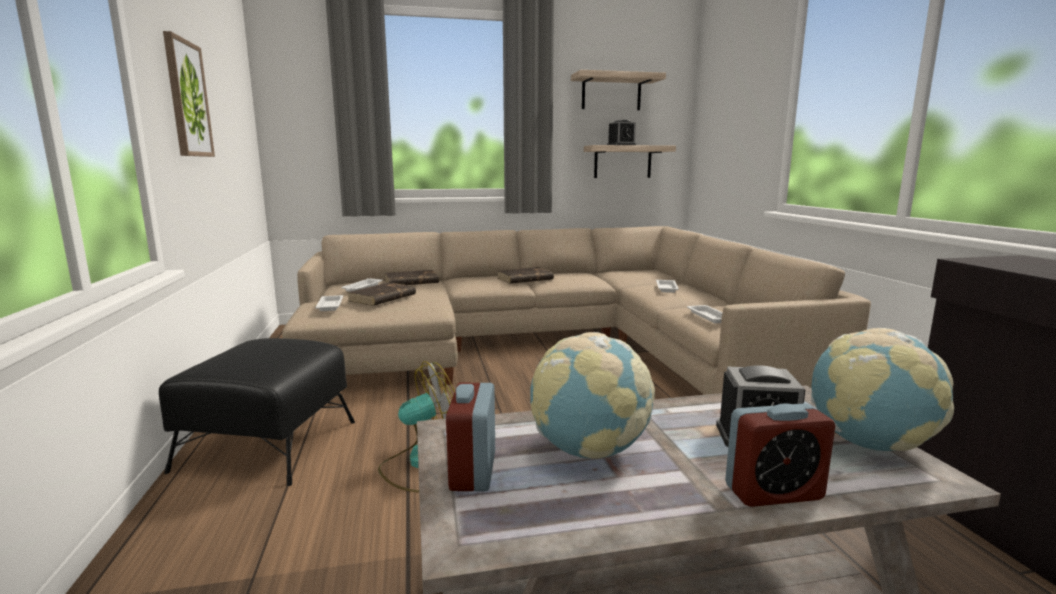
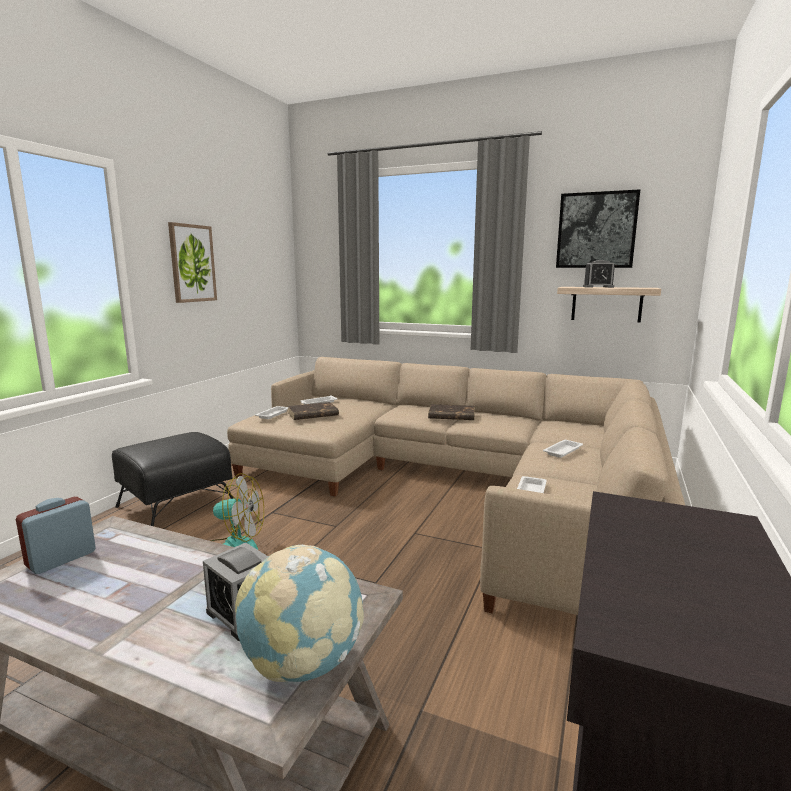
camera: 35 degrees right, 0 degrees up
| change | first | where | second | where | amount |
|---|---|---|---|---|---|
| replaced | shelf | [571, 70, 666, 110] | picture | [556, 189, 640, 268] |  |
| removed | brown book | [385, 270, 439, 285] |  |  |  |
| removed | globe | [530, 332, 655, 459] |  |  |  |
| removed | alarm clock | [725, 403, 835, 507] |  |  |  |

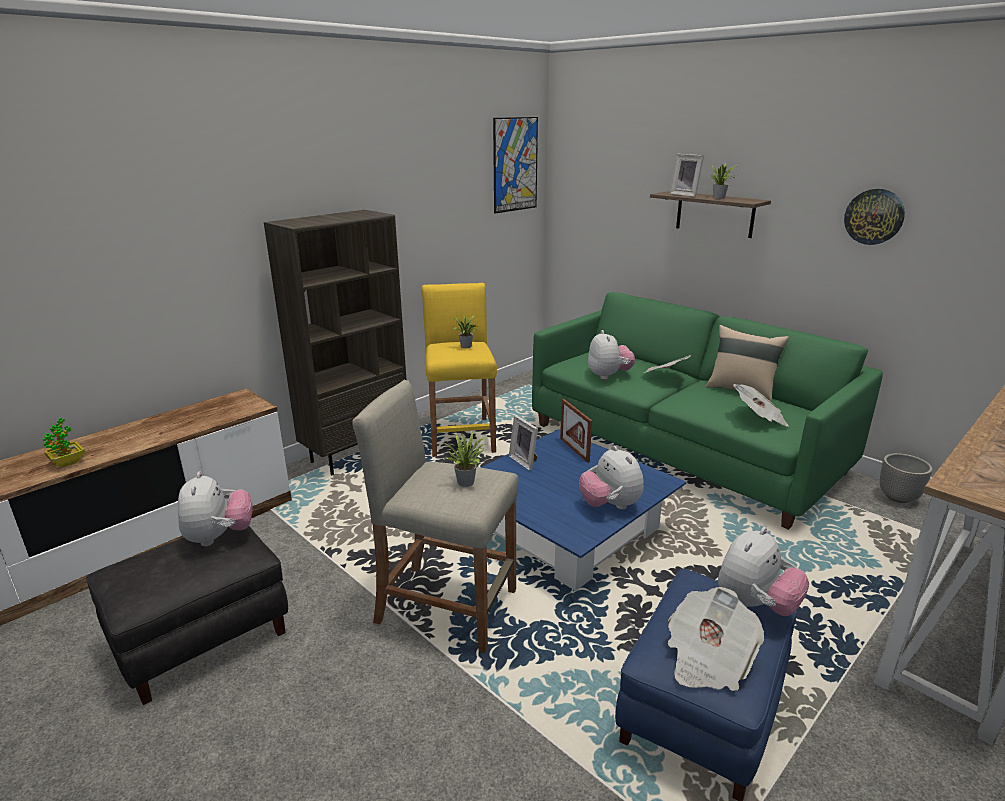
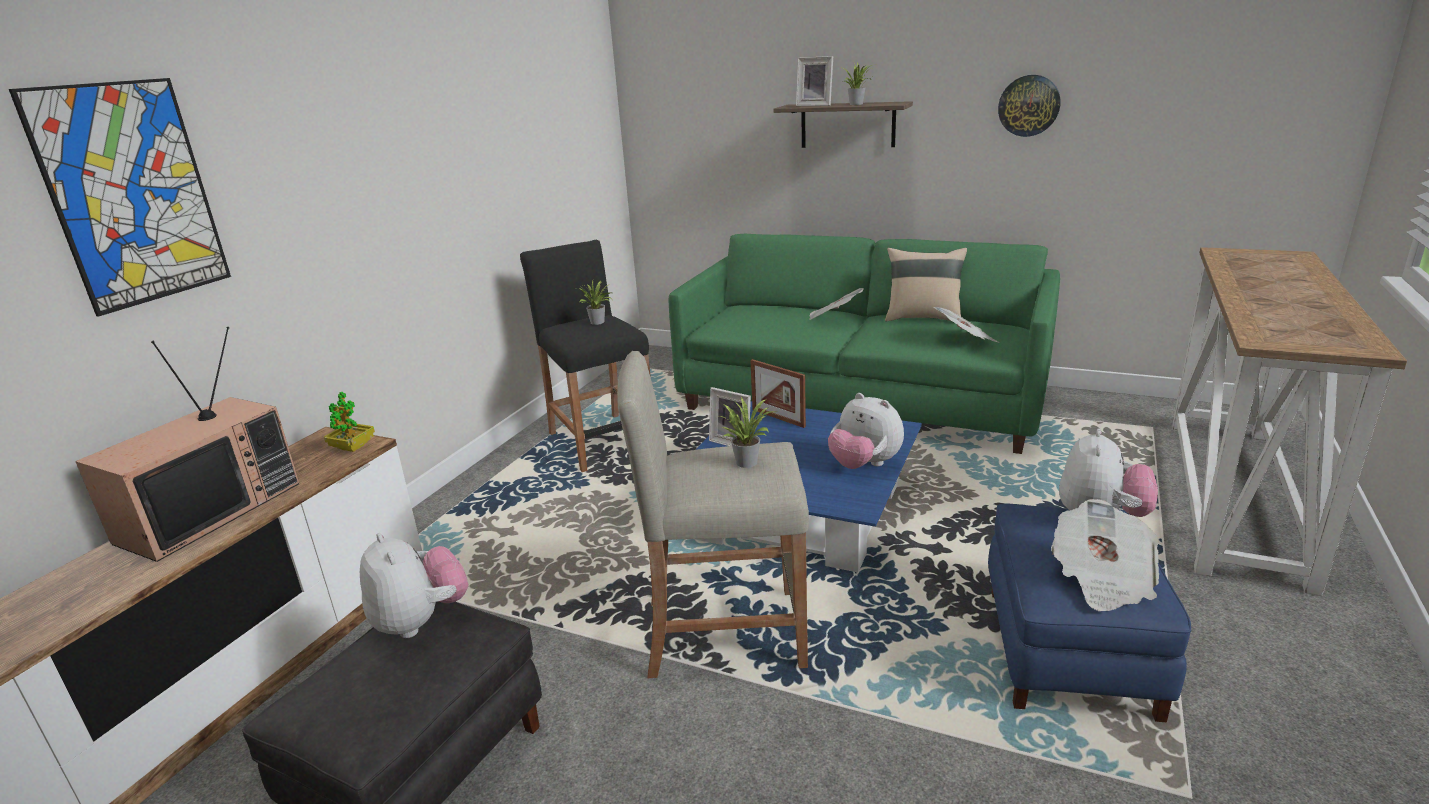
camera: 20 degrees left, 0 degrees up
| change | first | where | second | where | amount |
|---|---|---|---|---|---|
| moved | picture | [493, 117, 538, 214] |  | [9, 78, 231, 316] |  |
| added |  |  | television | [75, 327, 299, 562] |  |
| moved | potted plant | [43, 417, 85, 467] |  | [324, 392, 375, 452] |  |
| recoloured | yellow stool | [421, 283, 497, 457] | black stool | [520, 240, 651, 472] |  |
| removed | brown bookcase | [264, 210, 407, 475] |  |  |  |
| removed | plush toy | [588, 330, 635, 380] |  |  |  |
| removed | planter | [880, 453, 933, 503] |  |  |  |

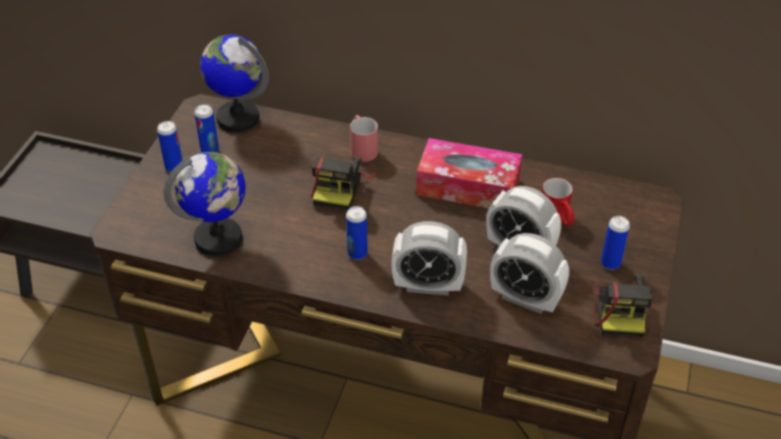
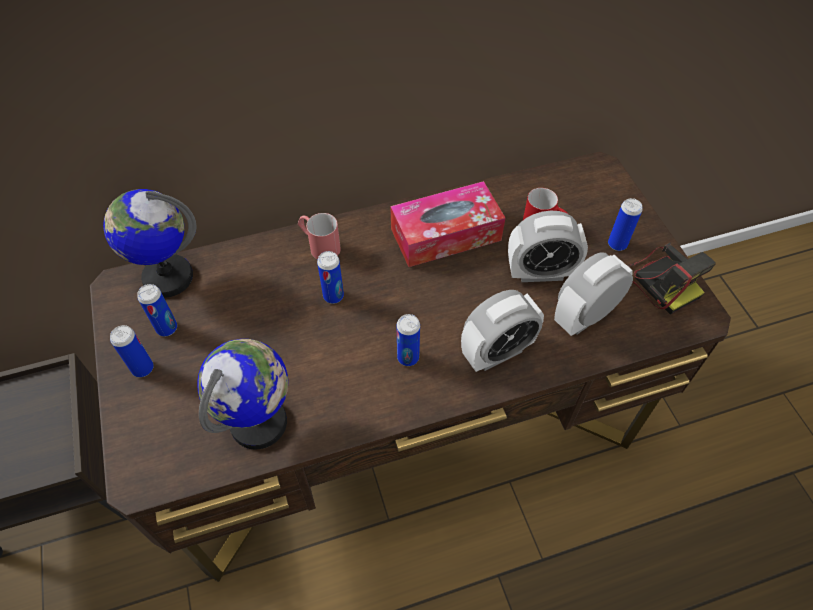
camera: 35 degrees left, 10 degrees up
| change | first | where | second | where | amount |
|---|---|---|---|---|---|
| replaced | photo camera | [311, 156, 376, 211] | can | [317, 251, 344, 304] |  |
| turned | alarm clock | [490, 233, 569, 314] |  | [554, 253, 633, 336] | 150 degrees clockwise |

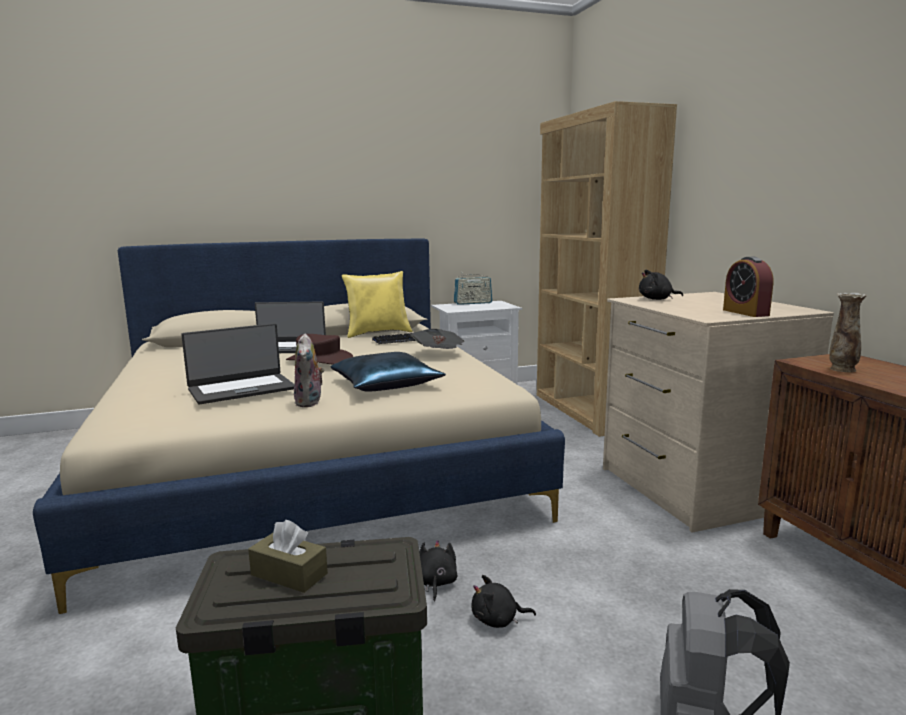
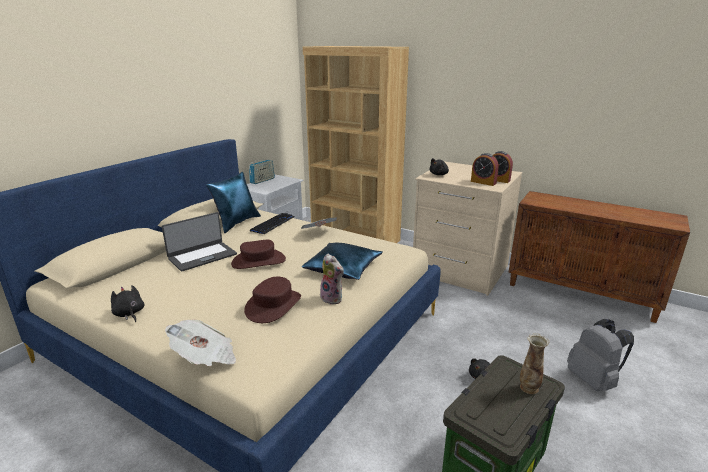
camera: 40 degrees left, 10 degrees up
| change | first | where | second | where | amount |
|---|---|---|---|---|---|
| moved | black plush toy | [419, 540, 457, 602] |  | [111, 285, 144, 322] |  |
| added |  |  | newspaper | [165, 320, 236, 366] |  |
| recoloured | yellow pillow | [342, 271, 412, 338] | blue pillow | [206, 172, 261, 233] |  |
| replaced | laptop | [181, 323, 294, 404] | brown hat | [244, 277, 301, 323] |  |
| added |  |  | alarm clock | [471, 153, 499, 186] |  |
| moved | vase | [829, 293, 867, 372] |  | [520, 333, 549, 394] |  |
| removed | brown tissue box | [248, 520, 328, 593] |  |  |  |

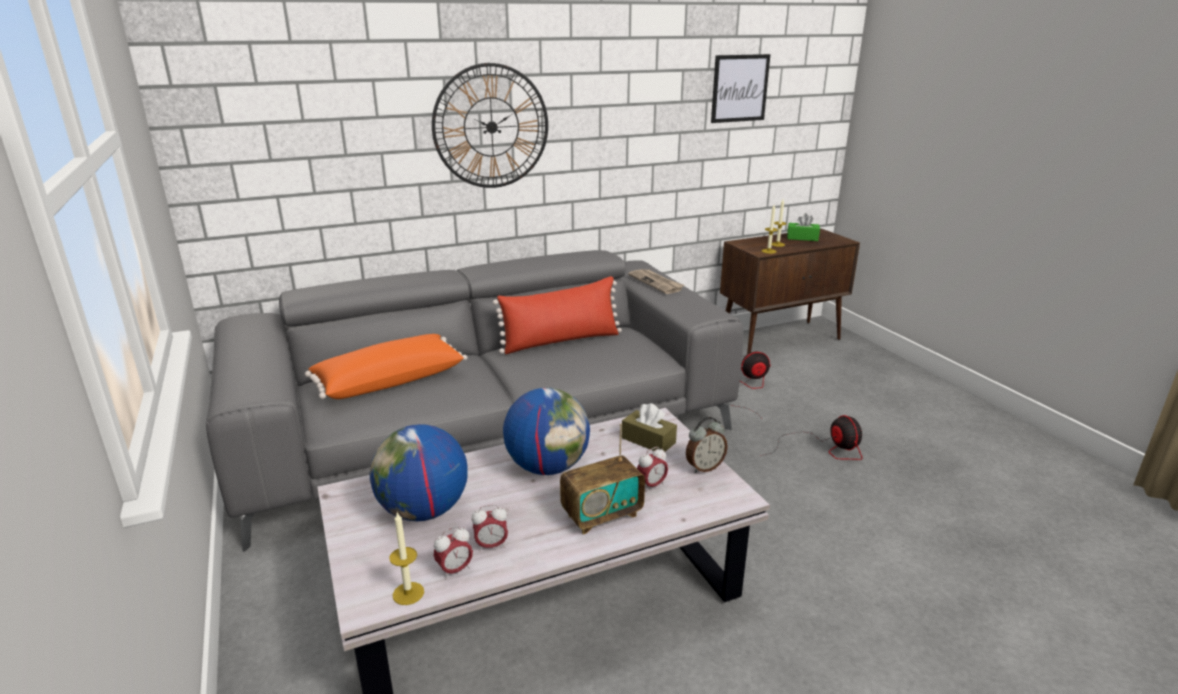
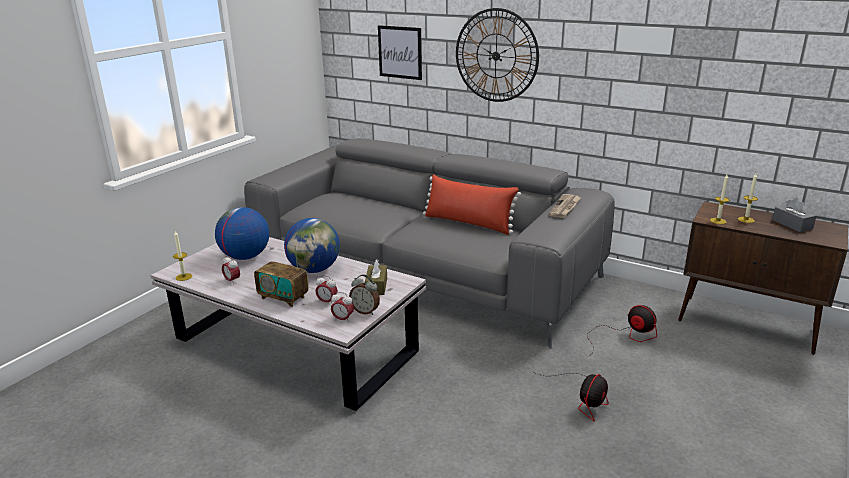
camera: 55 degrees right, 0 degrees up
| change | first | where | second | where | amount |
|---|---|---|---|---|---|
| moved | alarm clock | [434, 526, 473, 579] |  | [331, 292, 354, 323] |  |
| moved | picture | [711, 54, 771, 123] |  | [378, 25, 422, 80] |  |
| recoloured | green tissue box | [787, 213, 820, 241] | grey tissue box | [772, 198, 816, 232] |  |
| removed | orange pillow | [305, 334, 467, 399] |  |  |  |

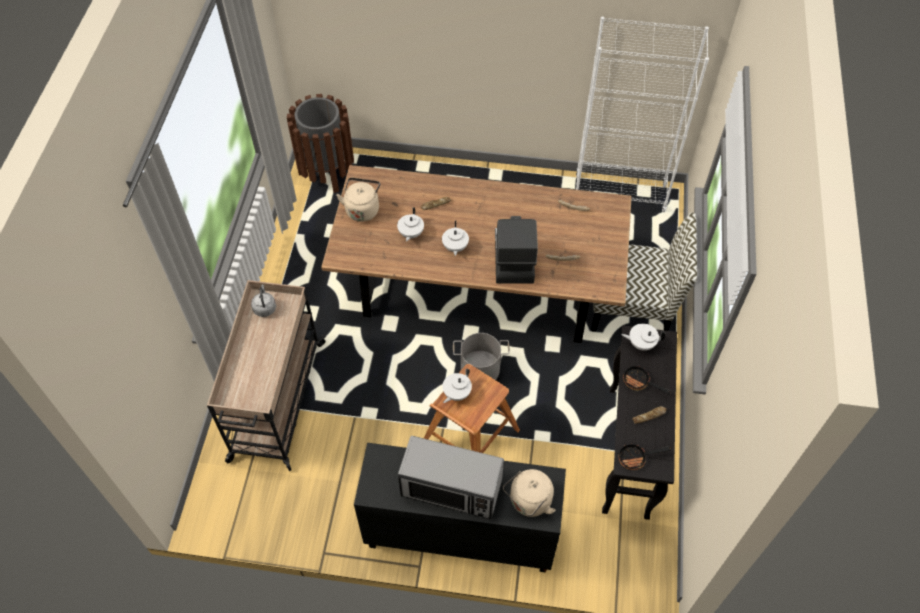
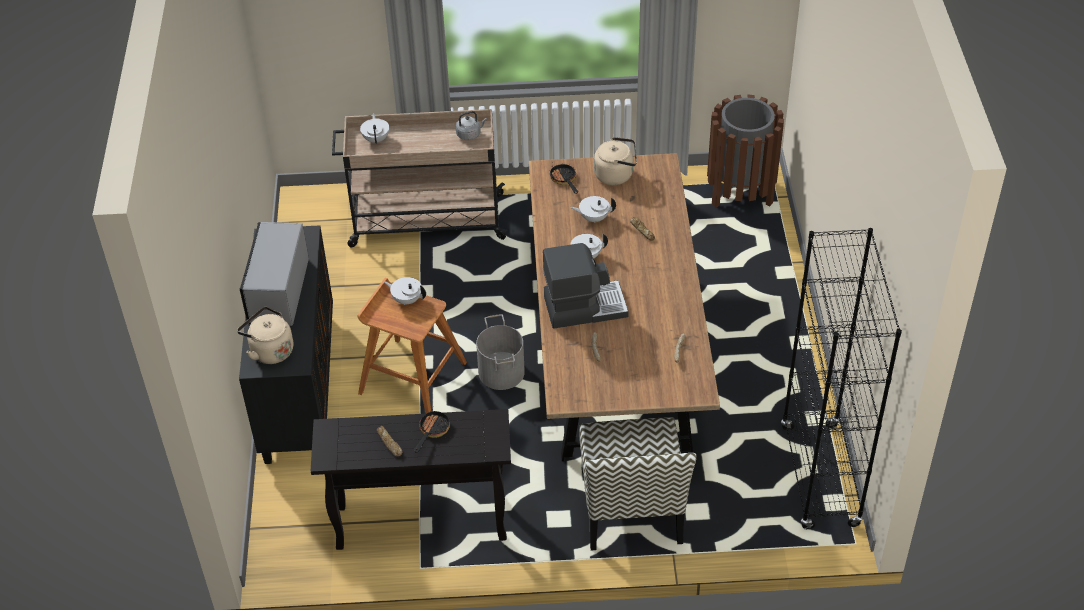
camera: 80 degrees right, 10 degrees down
| change | first | where | second | where | amount |
|---|---|---|---|---|---|
| moved | white teapot | [621, 323, 665, 351] |  | [360, 113, 389, 144] |  |
| moved | frying pan | [619, 443, 672, 470] |  | [550, 164, 578, 194] |  |
| recoloured | white bookcase | [576, 17, 709, 212] | black bookcase | [781, 228, 902, 529] |  |

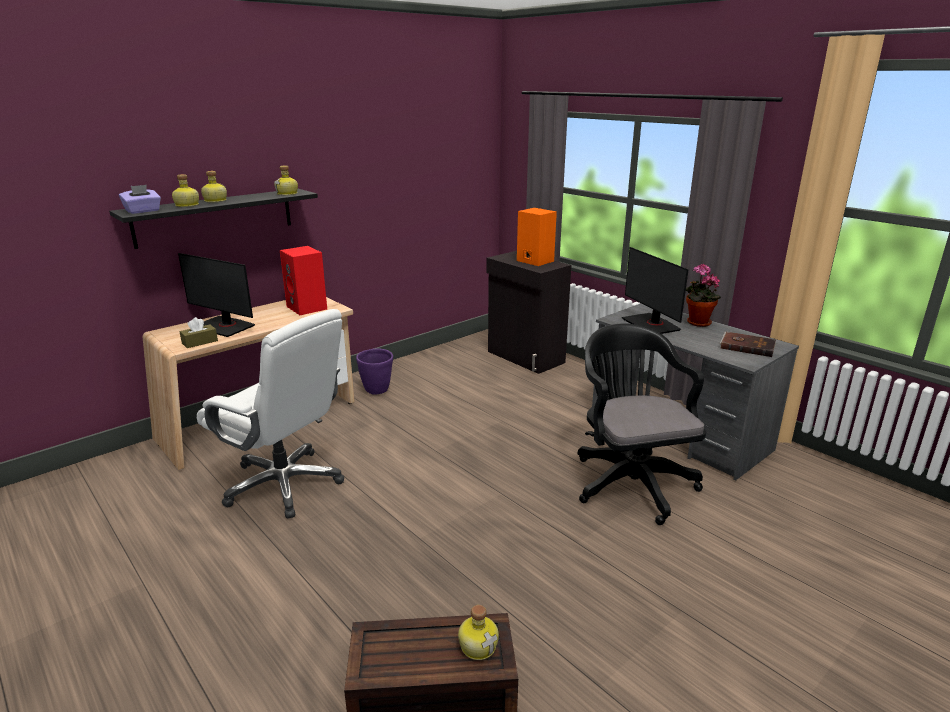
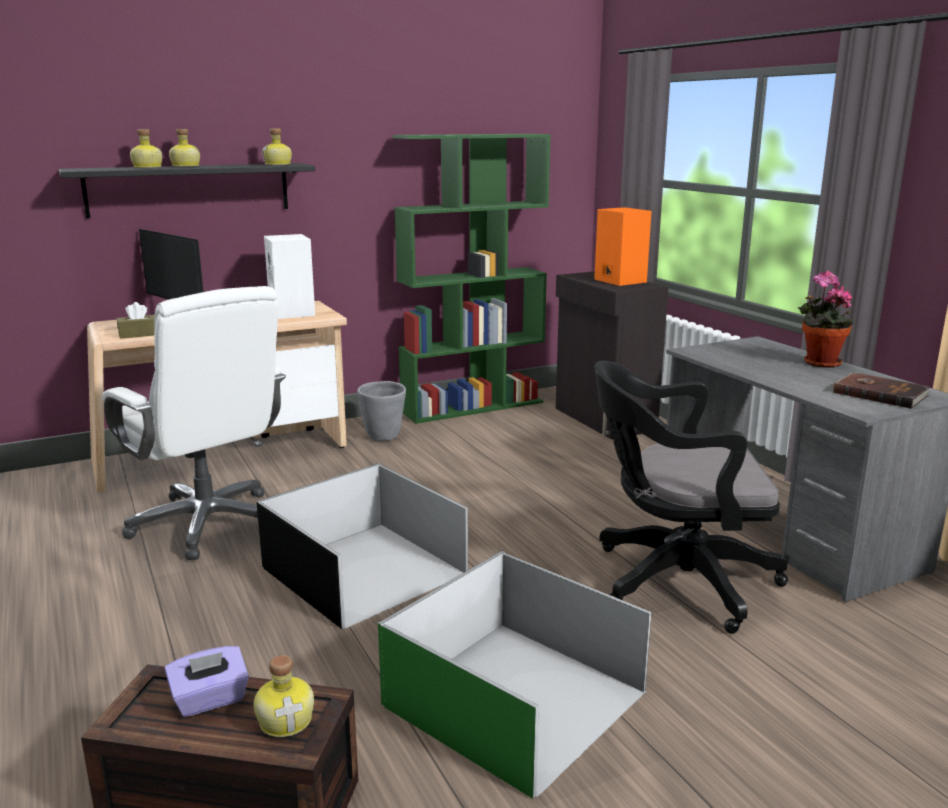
camera: 15 degrees right, 5 degrees down
| change | first | where | second | where | amount |
|---|---|---|---|---|---|
| moved | purple tissue box | [119, 185, 161, 214] |  | [165, 646, 249, 717] |  |
| added |  |  | black storage box | [256, 463, 468, 629] |  |
| recoloured | red speaker | [280, 246, 327, 315] | white speaker | [264, 234, 315, 319] |  |
| recoloured | purple planter | [356, 348, 393, 395] | grey planter | [357, 381, 406, 441] |  |
| added |  |  | green storage box | [378, 551, 651, 799] |  |
| added |  |  | green bookcase | [392, 134, 551, 424] |  |
| turned | black office chair | [577, 323, 706, 525] |  | [594, 361, 788, 634] | 90 degrees counterclockwise |
| removed | monitor | [622, 247, 689, 334] |  |  |  |

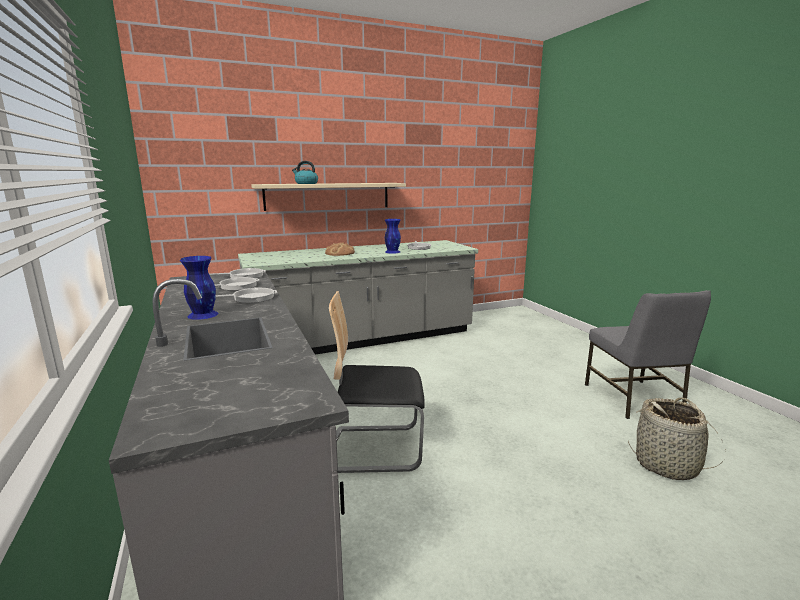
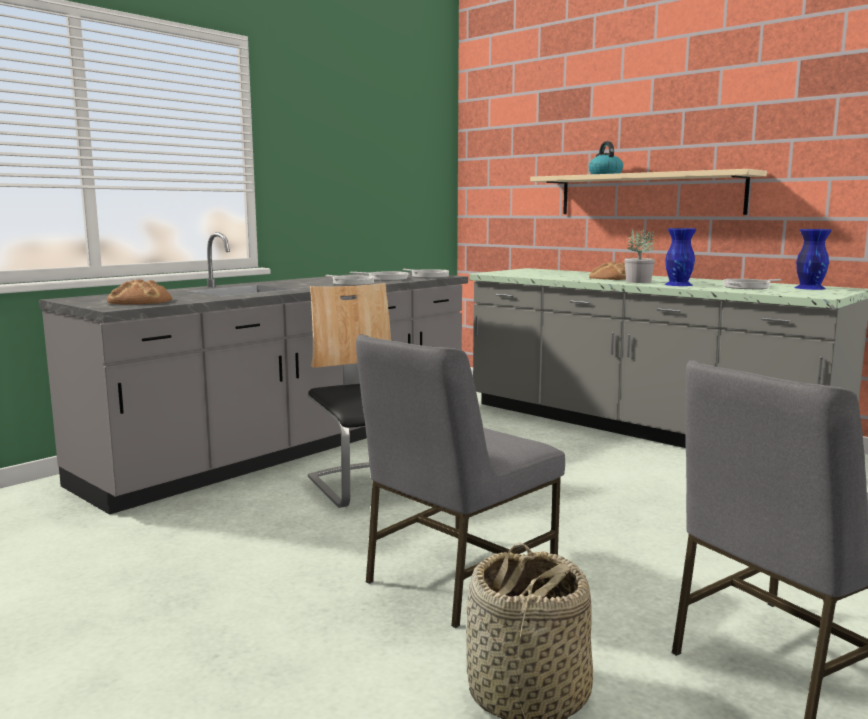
camera: 65 degrees right, 5 degrees down
| change | first | where | second | where | amount |
|---|---|---|---|---|---|
| added |  |  | bread | [107, 279, 172, 305] |  |
| added |  |  | grey chair | [356, 334, 565, 628] |  |
| added |  |  | potted plant | [624, 229, 655, 283] |  |
| moved | blue vase | [180, 256, 218, 320] |  | [794, 229, 832, 290] |  |

